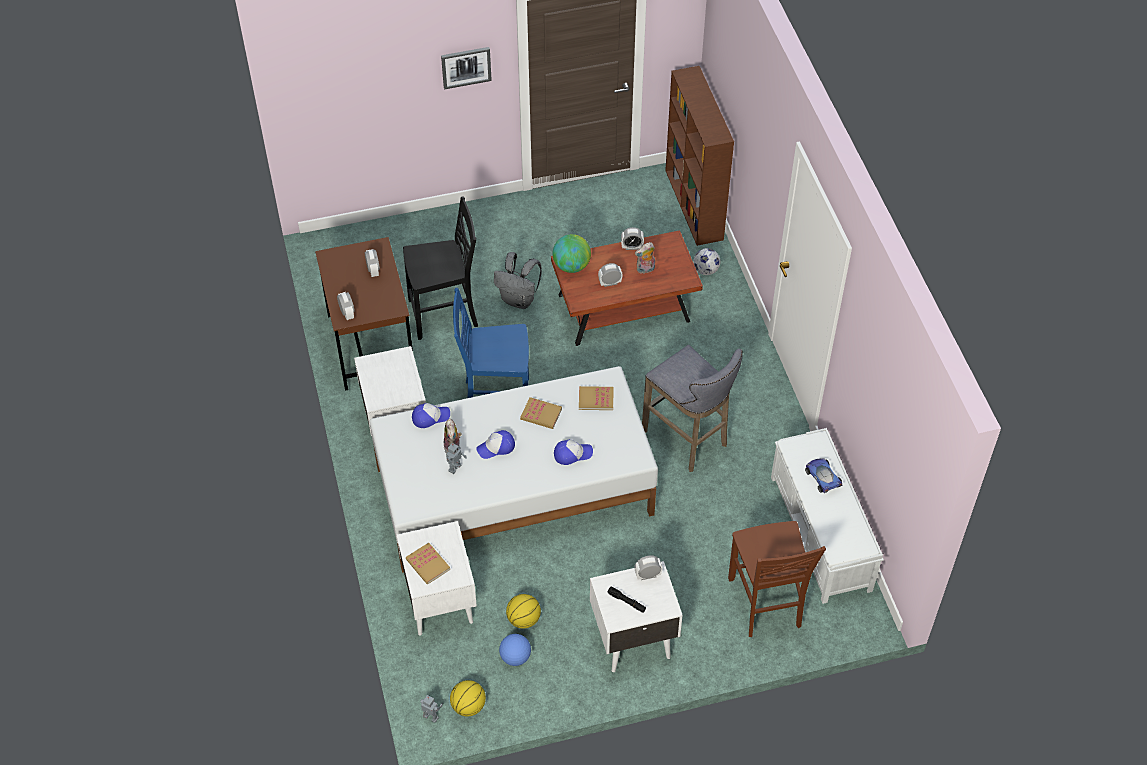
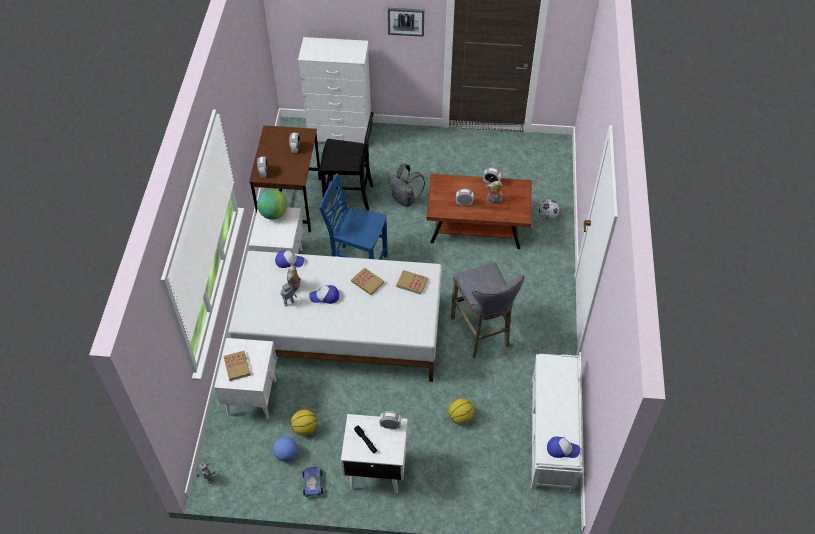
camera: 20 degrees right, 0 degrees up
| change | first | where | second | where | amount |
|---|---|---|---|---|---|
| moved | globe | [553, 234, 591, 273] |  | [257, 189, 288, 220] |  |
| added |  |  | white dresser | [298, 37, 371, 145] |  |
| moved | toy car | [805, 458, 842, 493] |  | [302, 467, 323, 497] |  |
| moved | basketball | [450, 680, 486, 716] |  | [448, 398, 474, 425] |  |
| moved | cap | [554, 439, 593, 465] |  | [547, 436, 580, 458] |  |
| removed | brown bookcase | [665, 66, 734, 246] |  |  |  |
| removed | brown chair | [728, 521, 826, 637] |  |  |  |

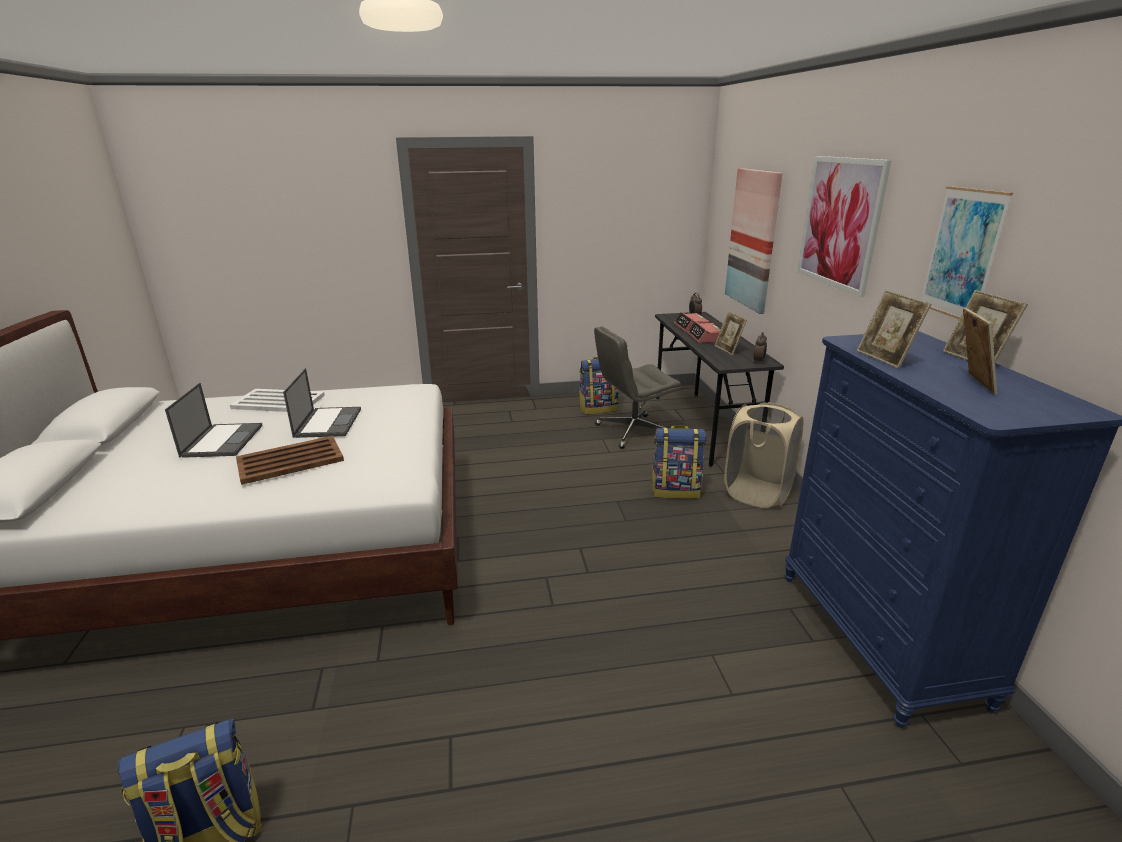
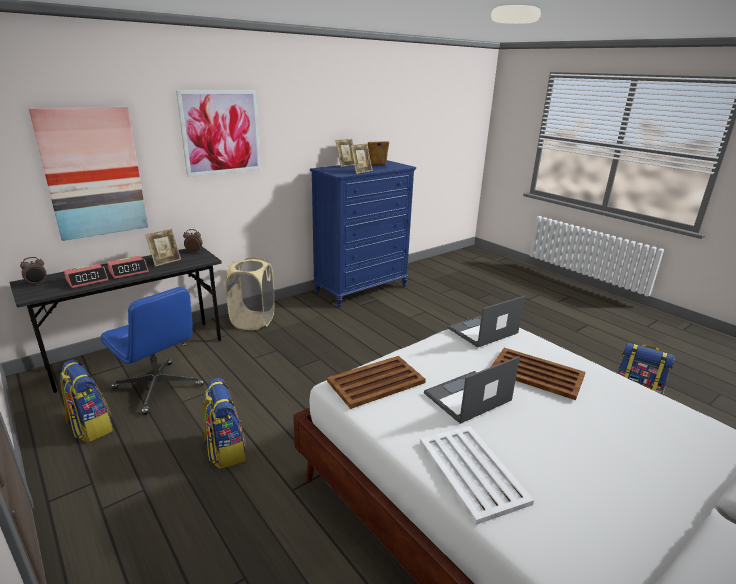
camera: 120 degrees left, 0 degrees up
| change | first | where | second | where | amount |
|---|---|---|---|---|---|
| recoloured | grey office chair | [594, 326, 681, 449] | blue office chair | [101, 287, 204, 415] |  |
| moved | backpack | [651, 425, 707, 499] |  | [203, 378, 246, 469] |  |
| added |  |  | brown tray | [327, 356, 426, 409] |  |
| moved | laptop | [165, 383, 263, 458] |  | [447, 296, 525, 348] |  |
| removed | picture | [921, 186, 1013, 319] |  |  |  |

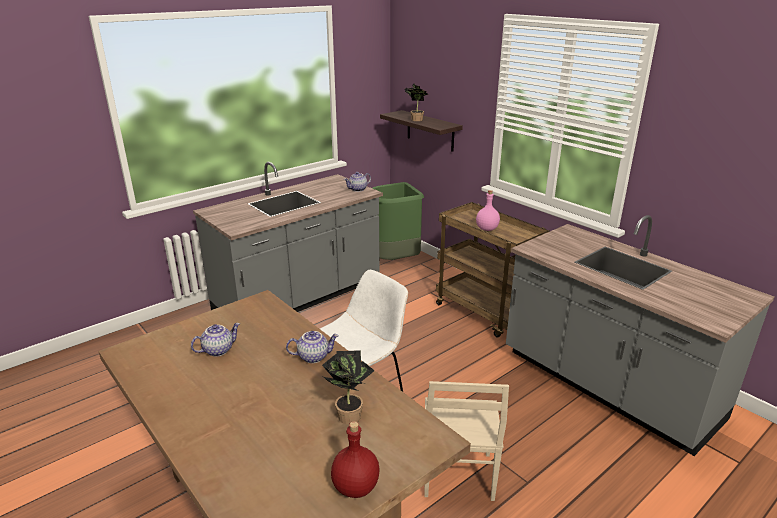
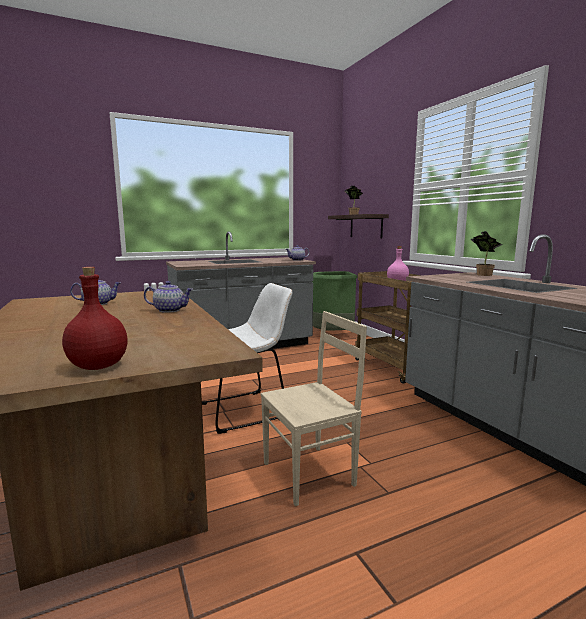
camera: 15 degrees right, 15 degrees down
| change | first | where | second | where | amount |
|---|---|---|---|---|---|
| turned | beige chair | [424, 381, 509, 501] |  | [260, 311, 367, 506] | 135 degrees counterclockwise |
| moved | potted plant | [322, 350, 375, 424] |  | [470, 231, 503, 276] |  |

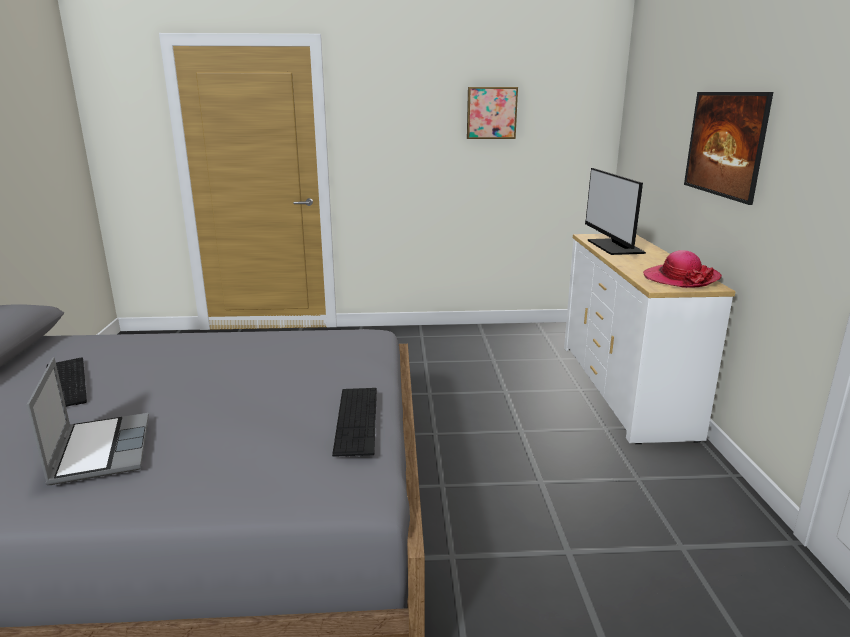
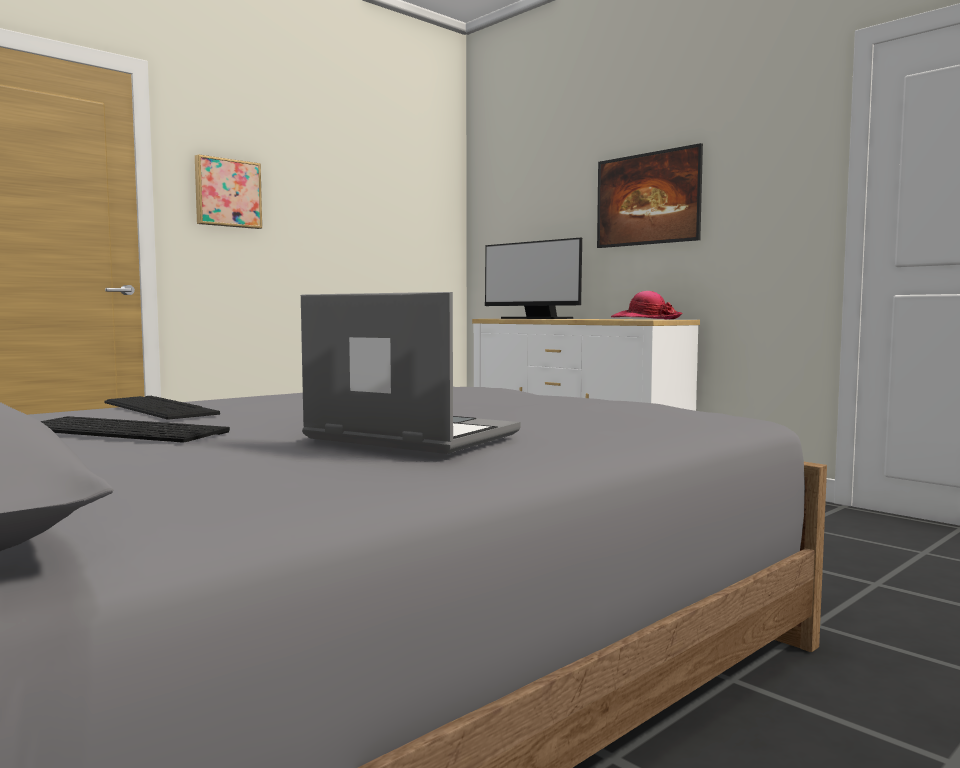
camera: 40 degrees left, 15 degrees down
| change | first | where | second | where | amount |
|---|---|---|---|---|---|
| moved | keyboard | [332, 388, 377, 457] |  | [104, 396, 220, 420] |  |
| moved | picture | [467, 87, 518, 139] |  | [195, 154, 262, 229] |  |

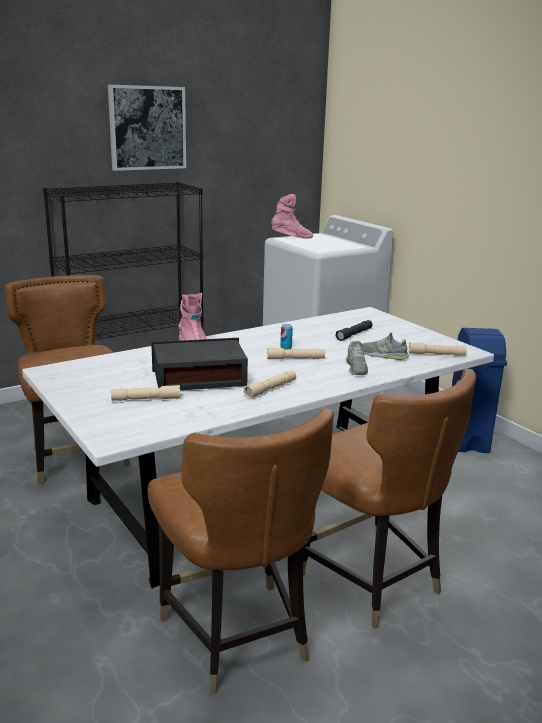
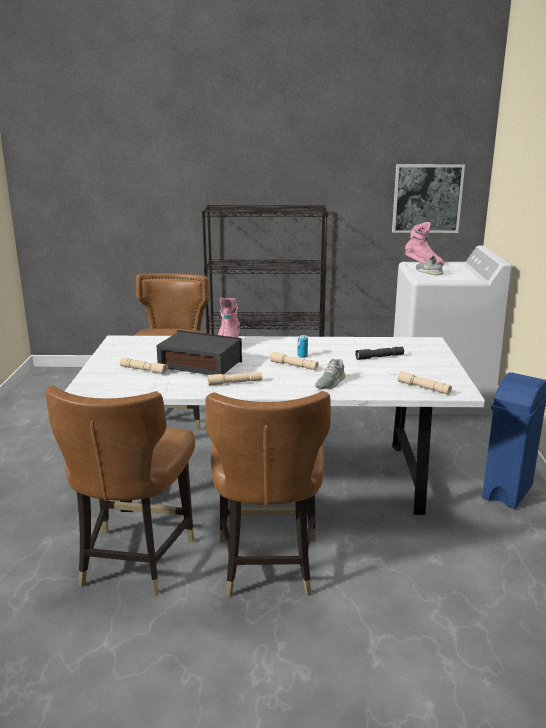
camera: 35 degrees right, 0 degrees up
| change | first | where | second | where | amount |
|---|---|---|---|---|---|
| moved | picture | [108, 85, 186, 171] |  | [392, 164, 465, 233] |  |
| moved | grey shoe | [362, 332, 409, 360] |  | [416, 255, 443, 275] |  |

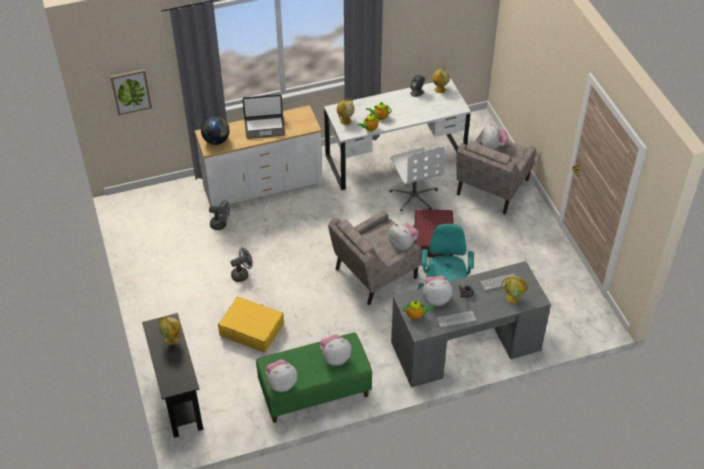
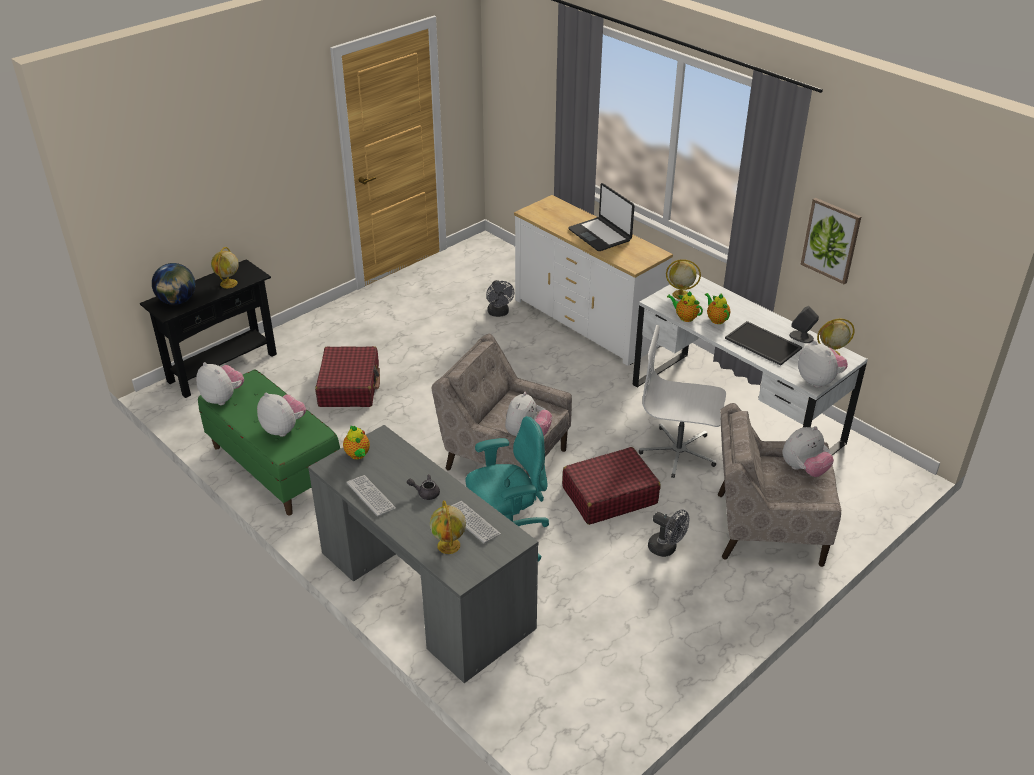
camera: 65 degrees right, 10 degrees down
| change | first | where | second | where | amount |
|---|---|---|---|---|---|
| moved | globe | [201, 116, 230, 145] |  | [152, 263, 196, 305] |  |
| recoloured | yellow suitcase | [218, 297, 284, 353] | red suitcase | [315, 346, 380, 407] |  |
| turned | white office chair | [390, 146, 445, 212] |  | [639, 325, 726, 478] | 60 degrees clockwise |
| moved | grey fan | [231, 248, 253, 282] |  | [648, 510, 690, 557] |  |
| added |  |  | tray | [725, 321, 802, 366] |  |
| moved | plush toy | [423, 276, 453, 306] |  | [798, 340, 848, 388] |  |
| moved | picture | [110, 69, 152, 115] |  | [801, 198, 861, 284] |  |

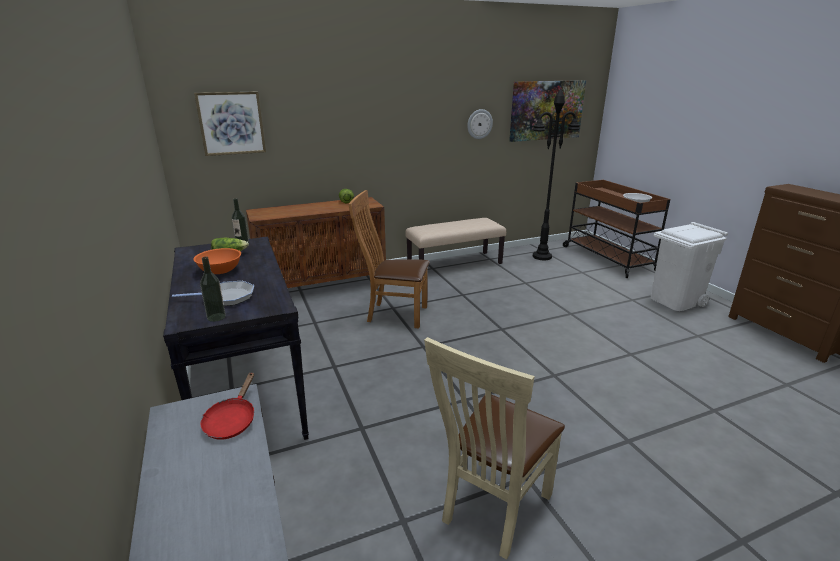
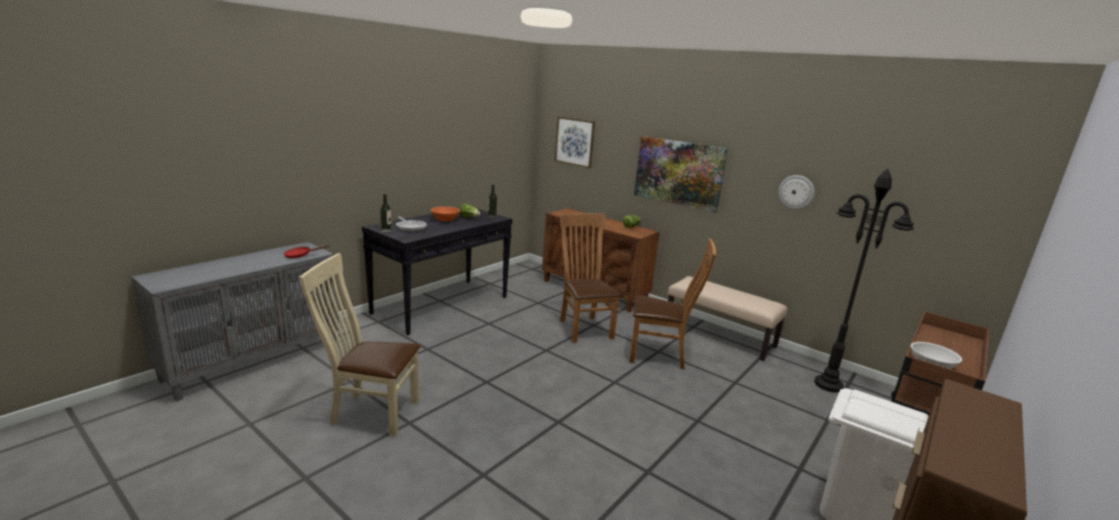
camera: 60 degrees right, 5 degrees down
| change | first | where | second | where | amount |
|---|---|---|---|---|---|
| added |  |  | brown chair | [629, 238, 716, 369] |  |
| moved | picture | [509, 80, 586, 142] |  | [634, 136, 728, 213] |  |

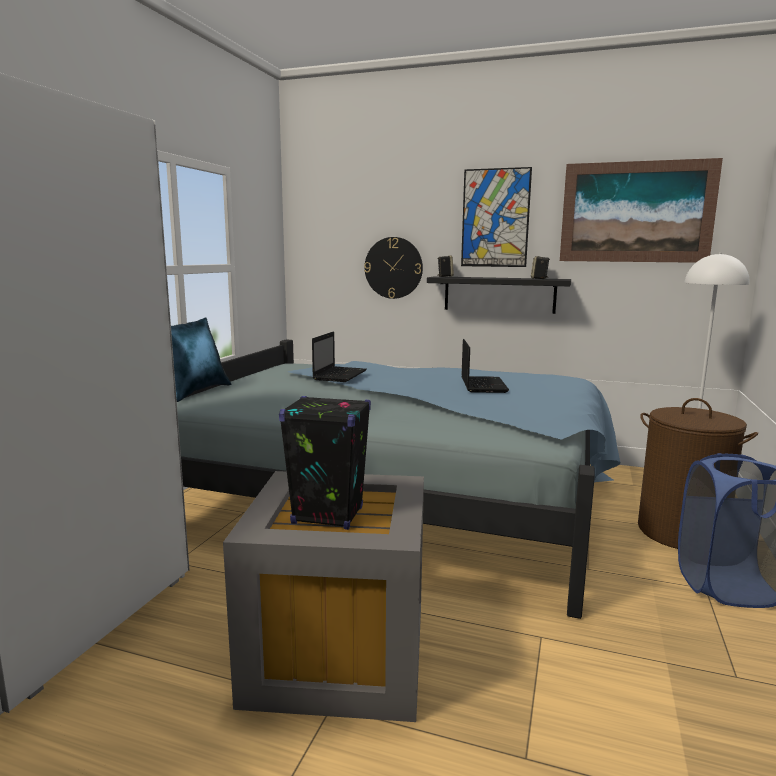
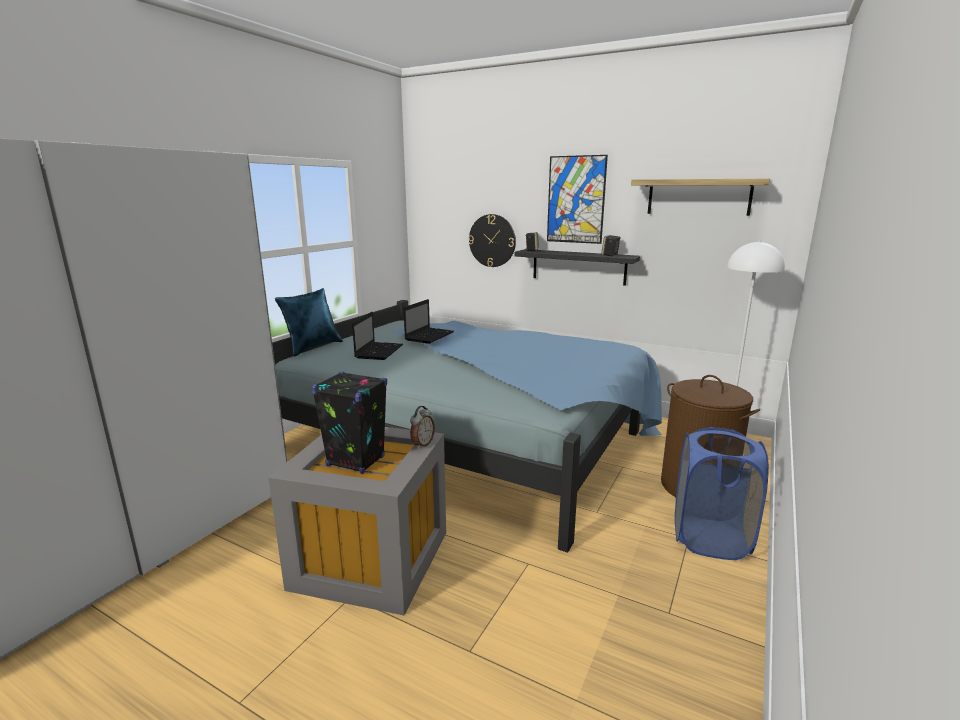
camera: 10 degrees right, 5 degrees up
| change | first | where | second | where | amount |
|---|---|---|---|---|---|
| moved | laptop | [461, 339, 509, 393] |  | [352, 312, 403, 360] |  |
| added |  |  | alarm clock | [410, 406, 435, 449] |  |
| replaced | picture | [560, 158, 723, 263] | shelf | [631, 178, 770, 216] |  |

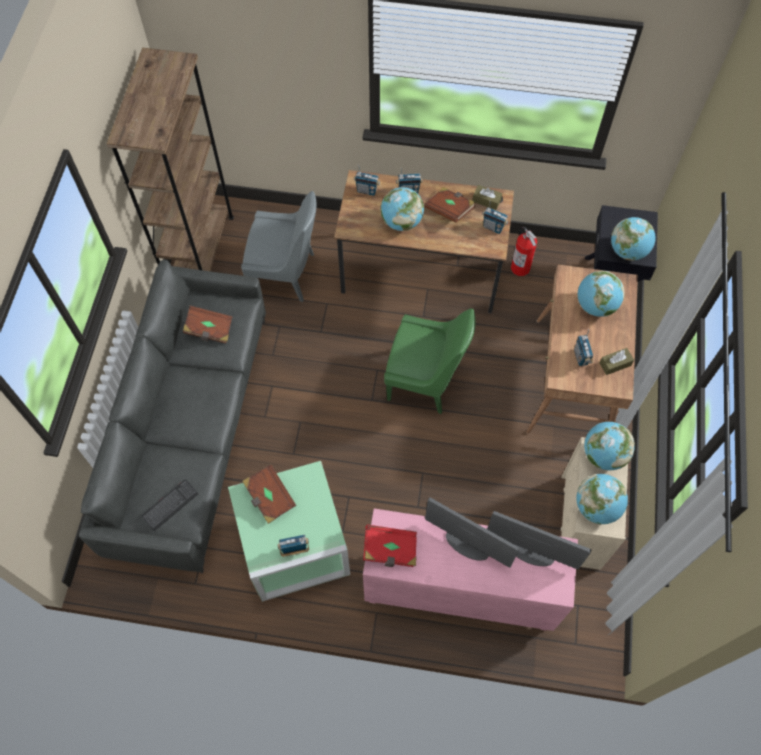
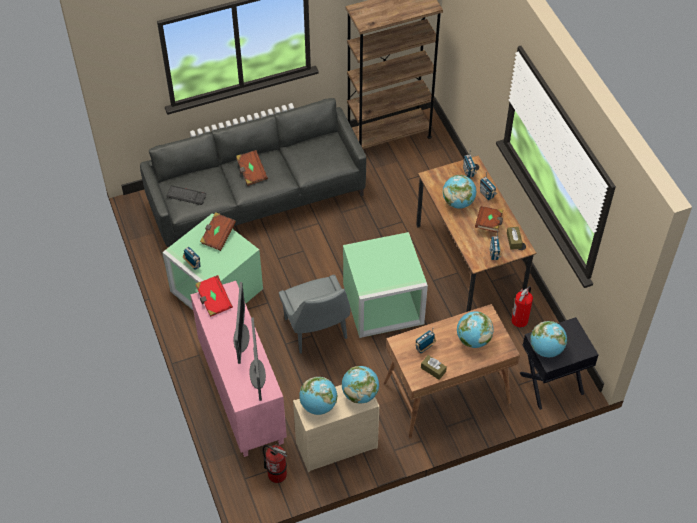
camera: 60 degrees right, 10 degrees down
| change | first | where | second | where | amount |
|---|---|---|---|---|---|
| moved | brown book | [183, 305, 233, 344] |  | [236, 150, 268, 186] |  |
| added |  |  | fire extinguisher | [263, 444, 287, 483] |  |
| moved | grey chair | [241, 191, 317, 302] |  | [279, 275, 350, 353] |  |
| replaced | green chair | [384, 308, 476, 414] | green storage box | [343, 232, 428, 338] |  |

